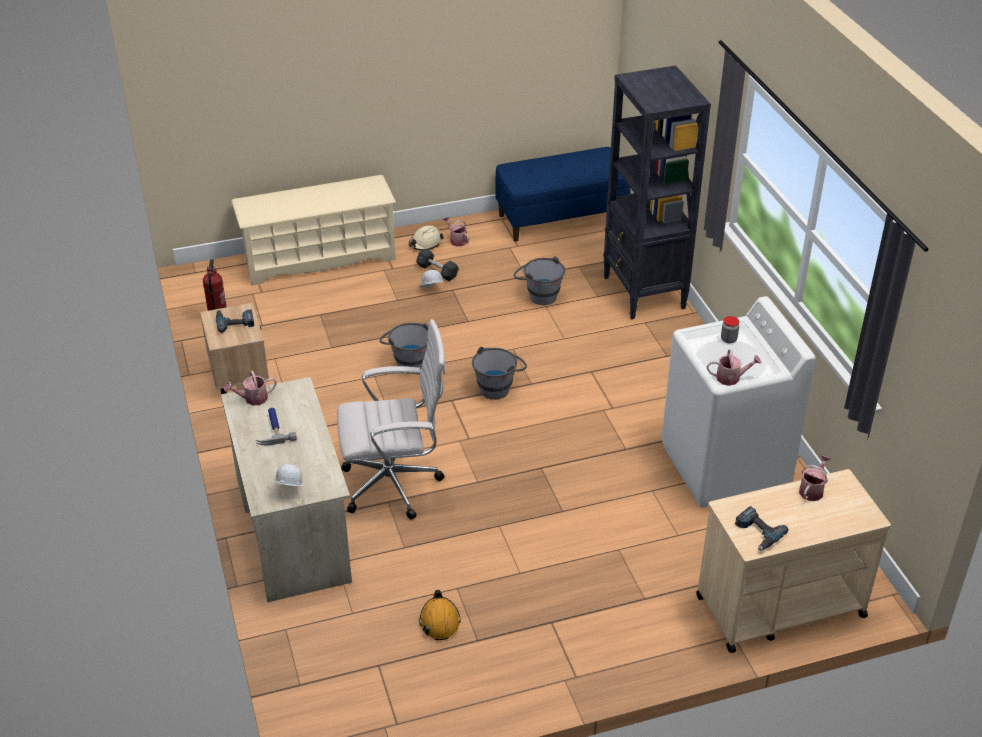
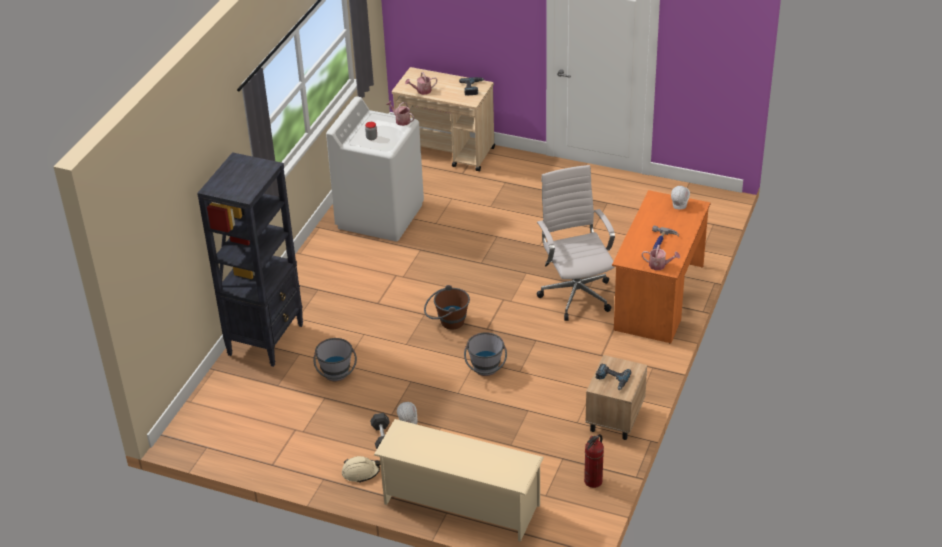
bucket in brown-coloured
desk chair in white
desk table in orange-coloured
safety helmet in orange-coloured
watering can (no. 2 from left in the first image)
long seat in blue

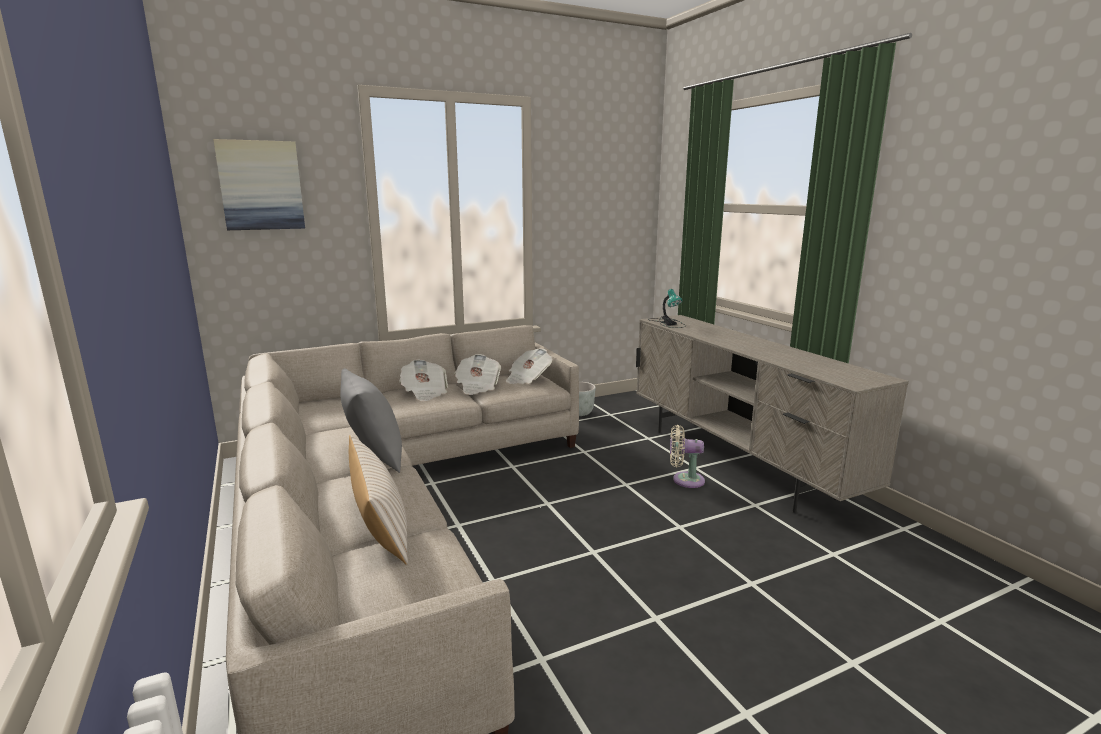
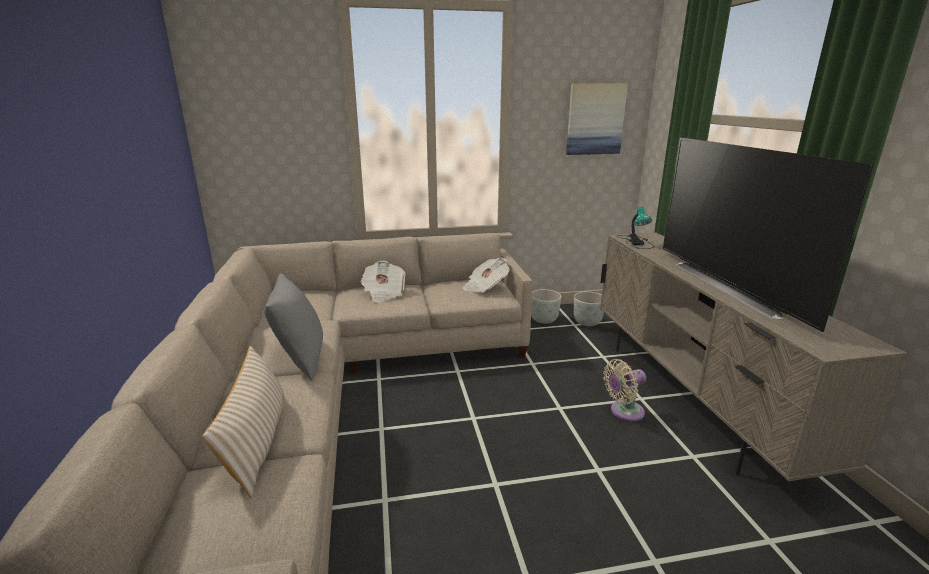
picture
planter in grey (no. 2 from left)
electric fan in sand-coloured
television
printed paper (no. 2 from left in the first image)

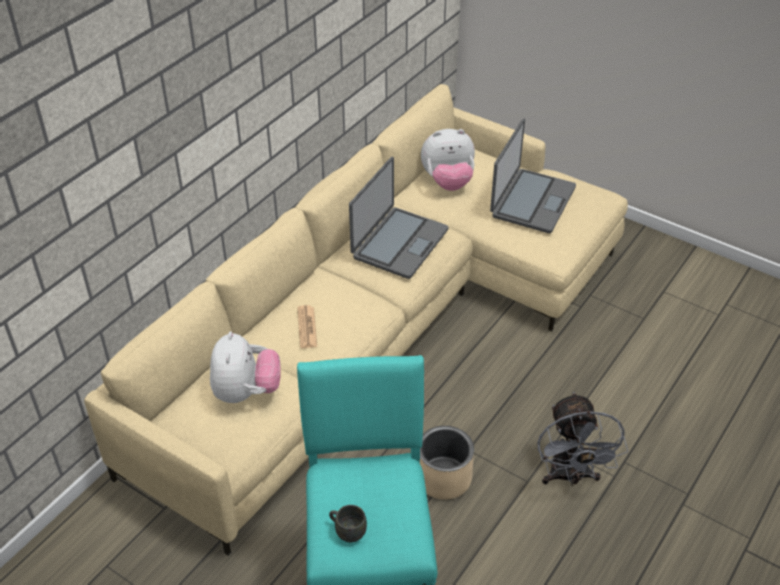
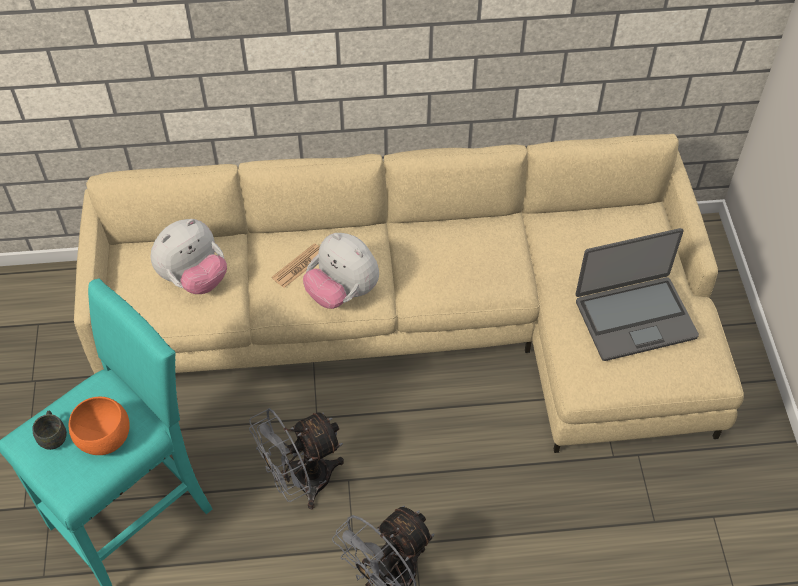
bowl in orange-coloured
electric fan in grey (no. 1 from left)
cuddly toy (no. 2 from left)
laptop (no. 1 from left in the first image)

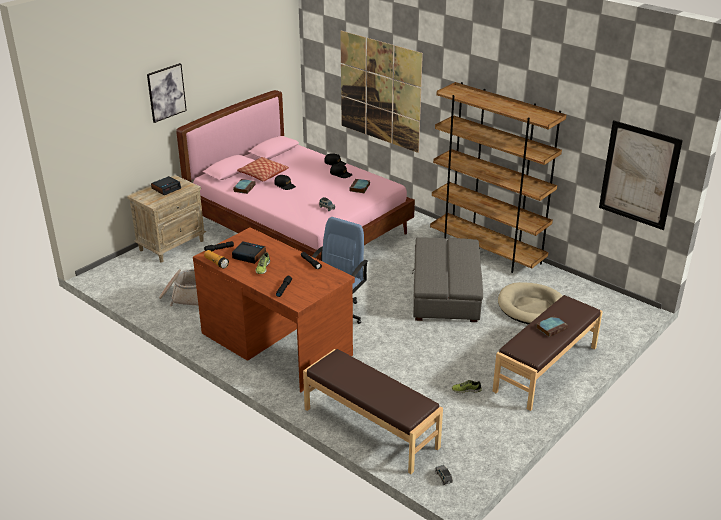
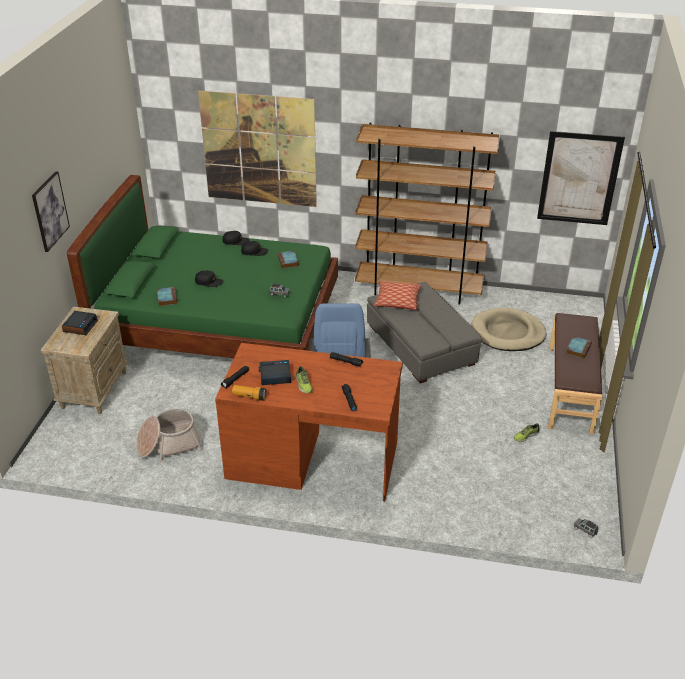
bedroom bed in green
pillow
long seat in brown-coloured (no. 1 from left in the first image)

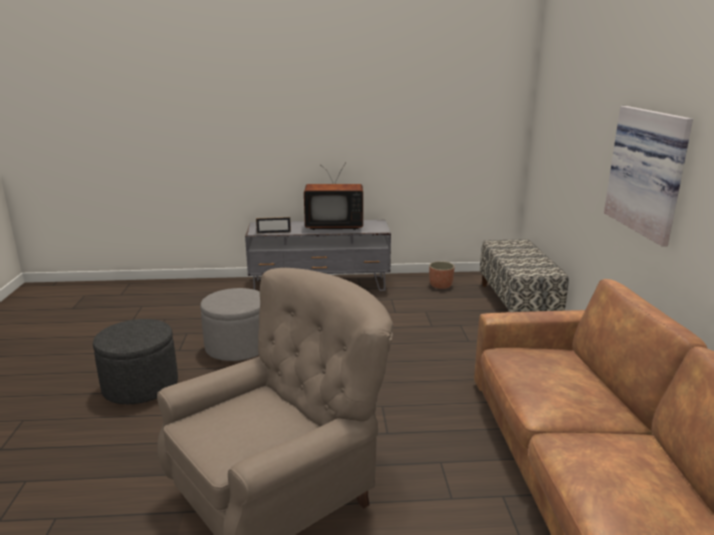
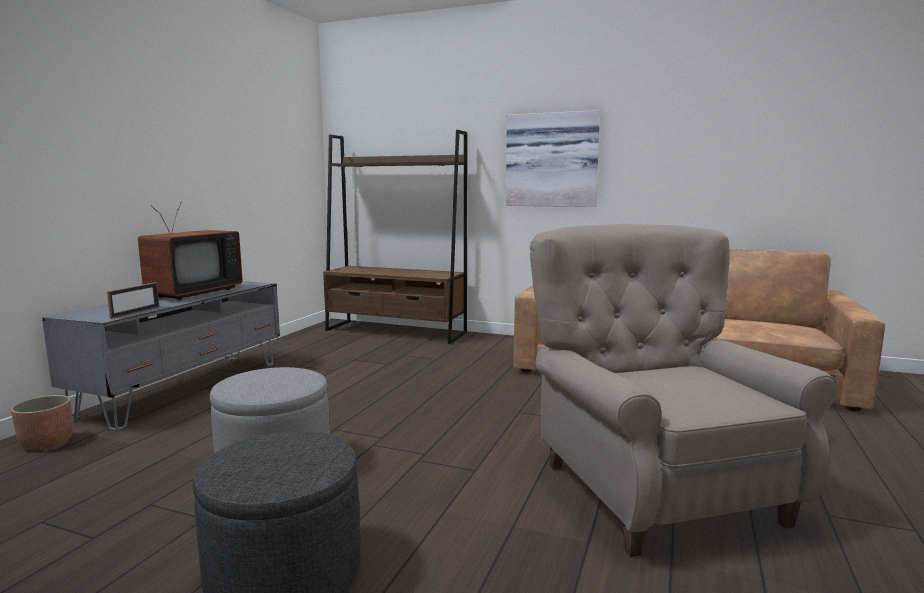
planter
bookcase in brown-coloured

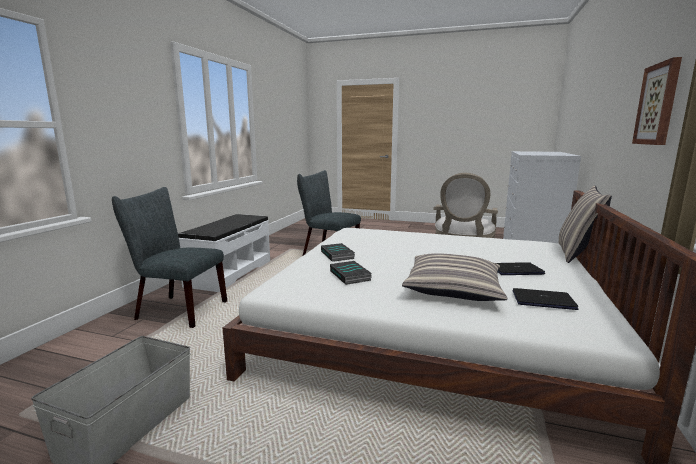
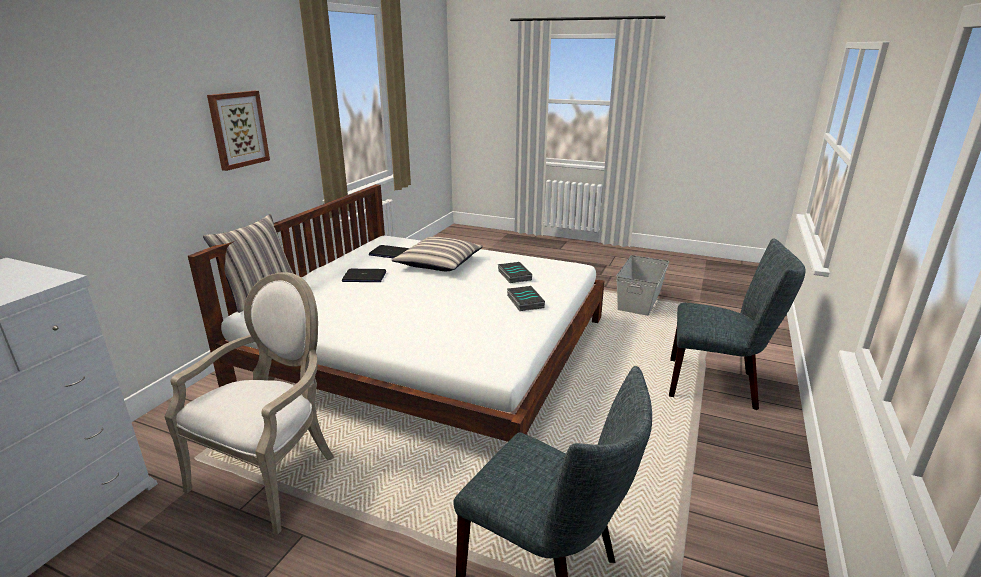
long seat in white

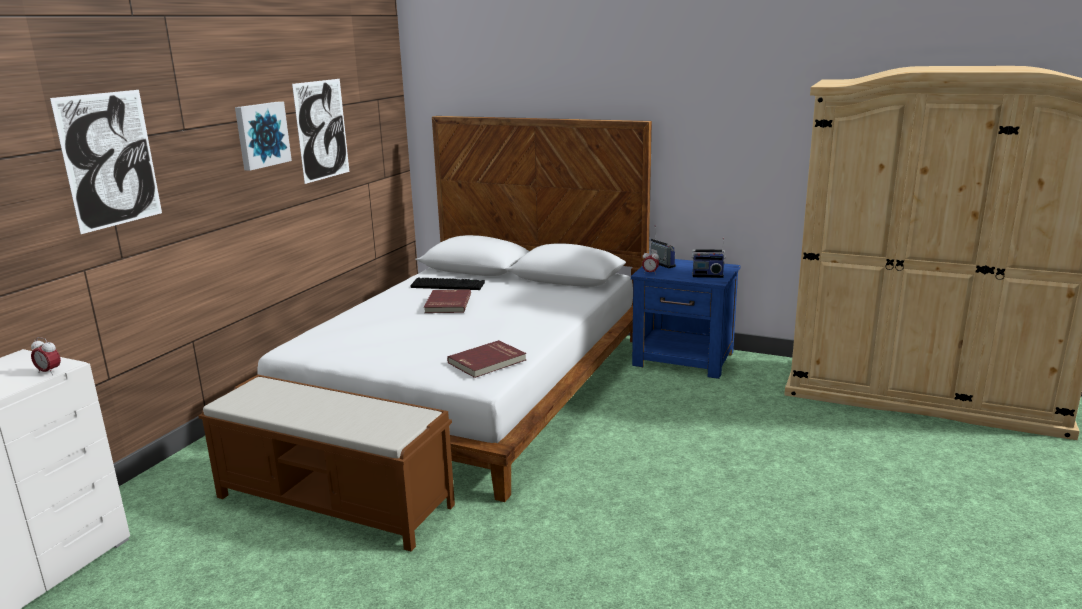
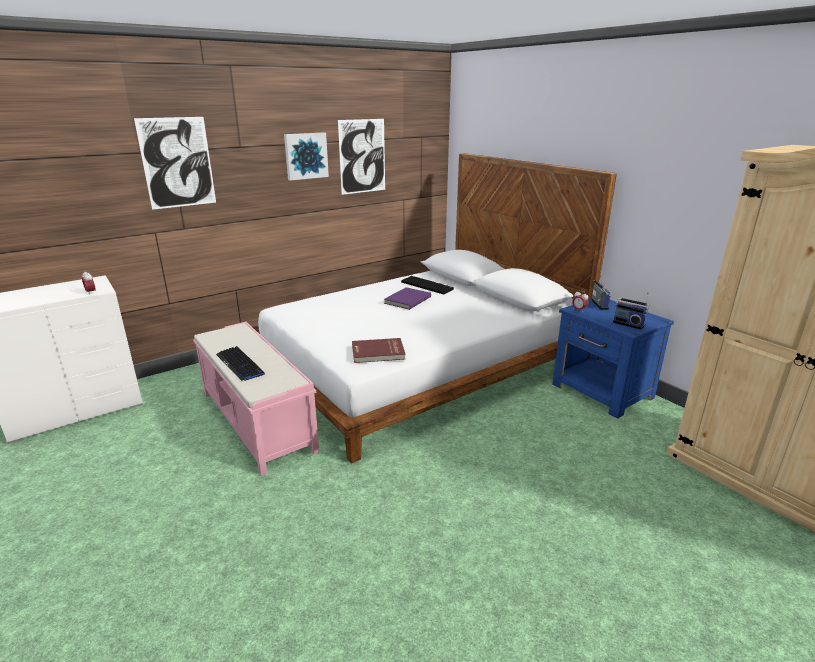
long seat in pink-coloured
PC keyboard (no. 1 from left)
bound book in purple-coloured

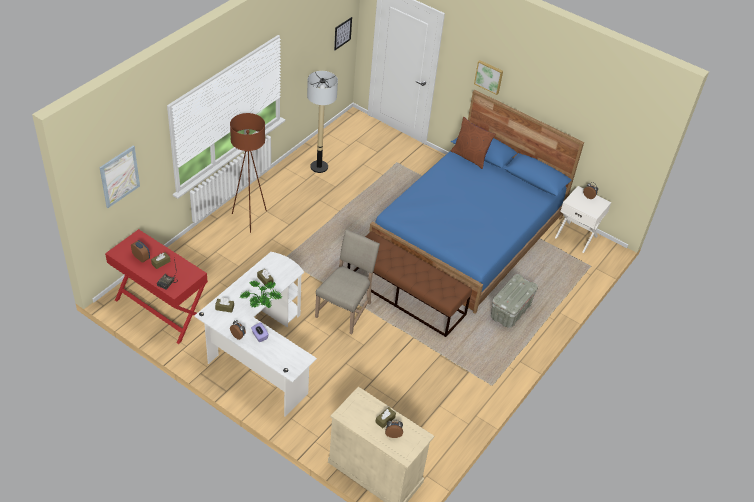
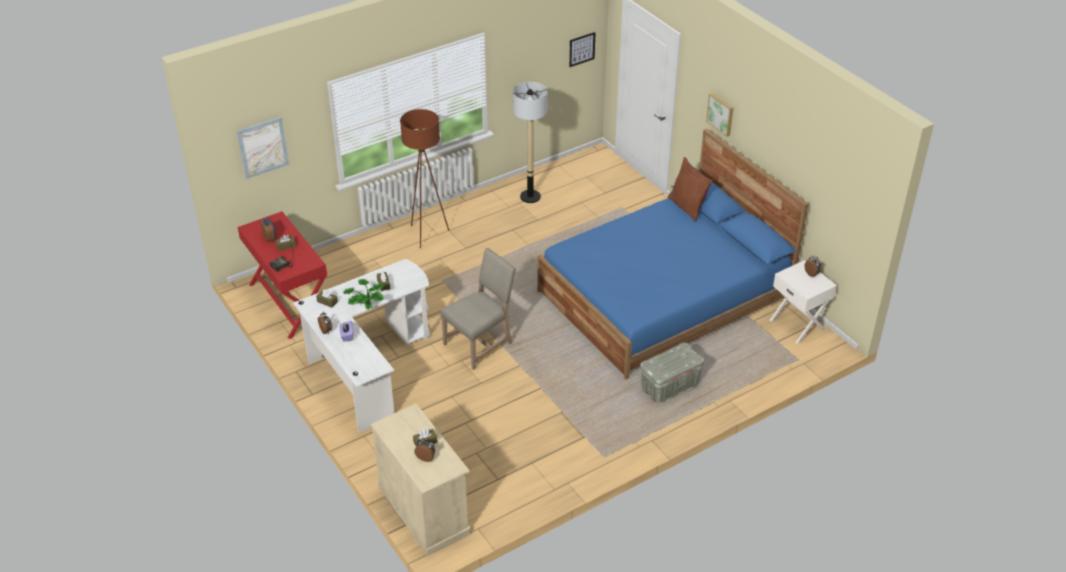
long seat in brown-coloured

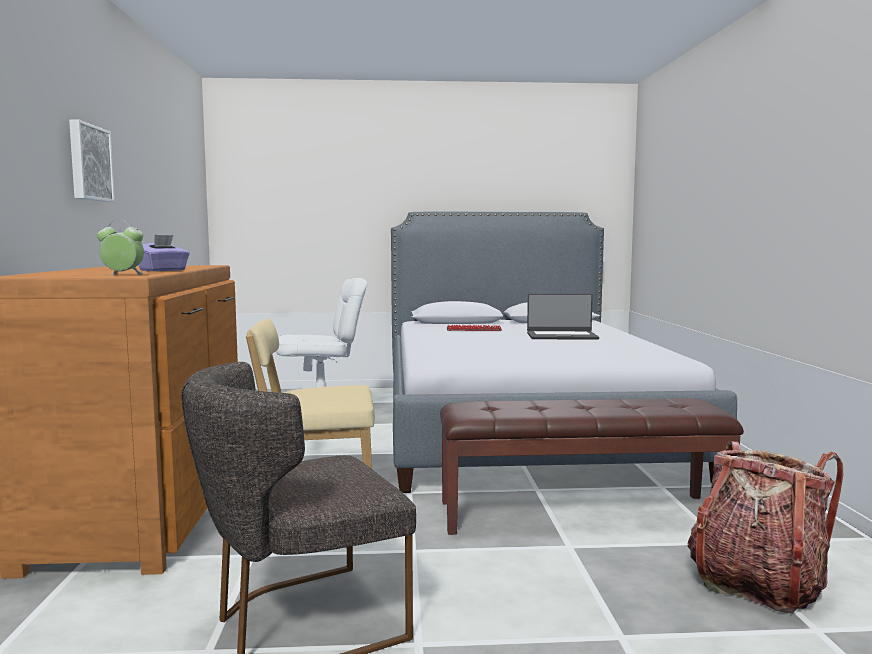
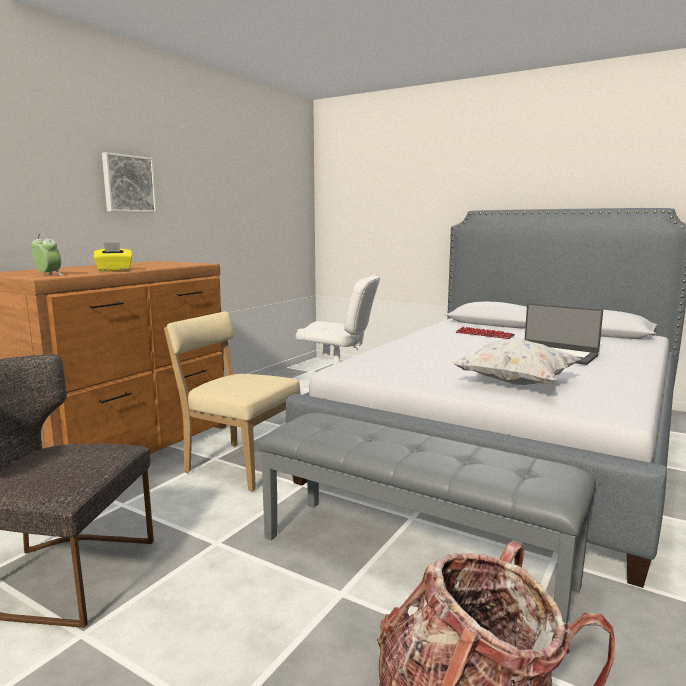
tissue holder in yellow-coloured
long seat in grey
pillow in white

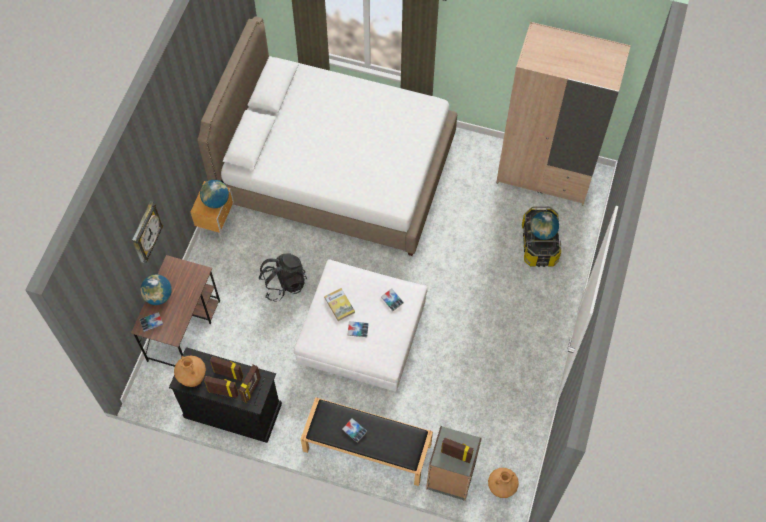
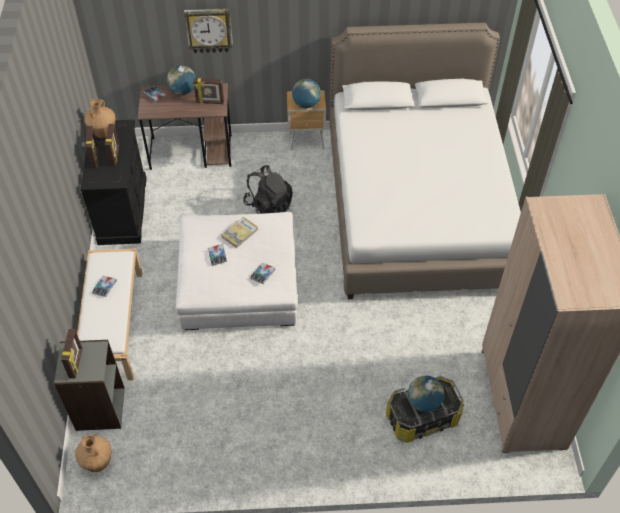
long seat in white
picture frame (no. 4 from left)

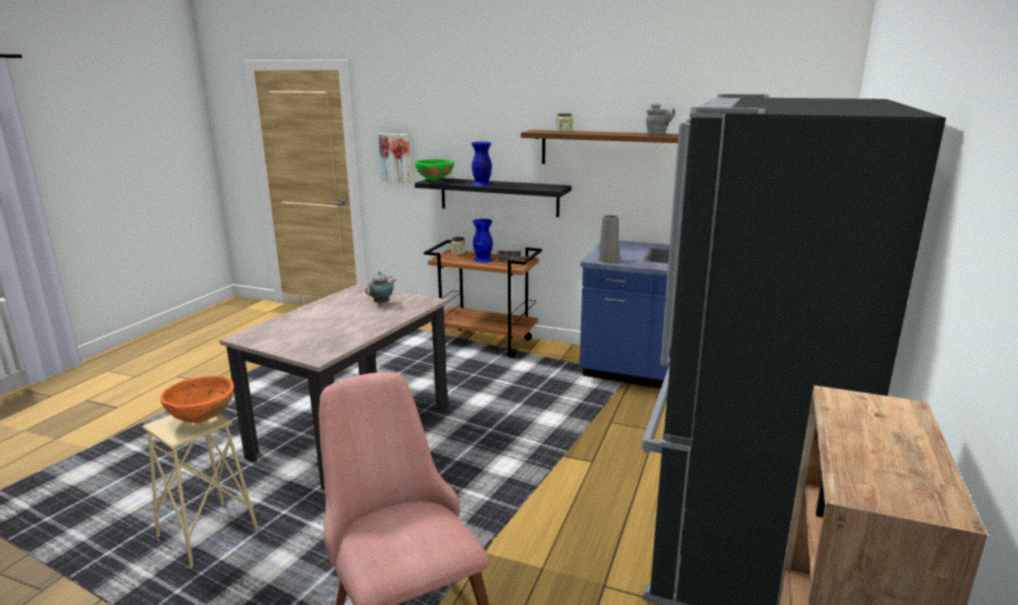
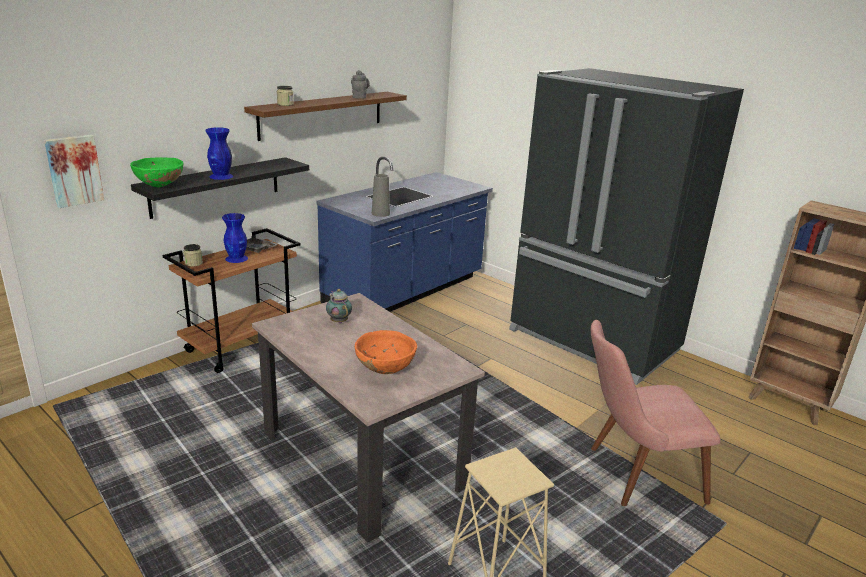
bowl in orange-coloured

